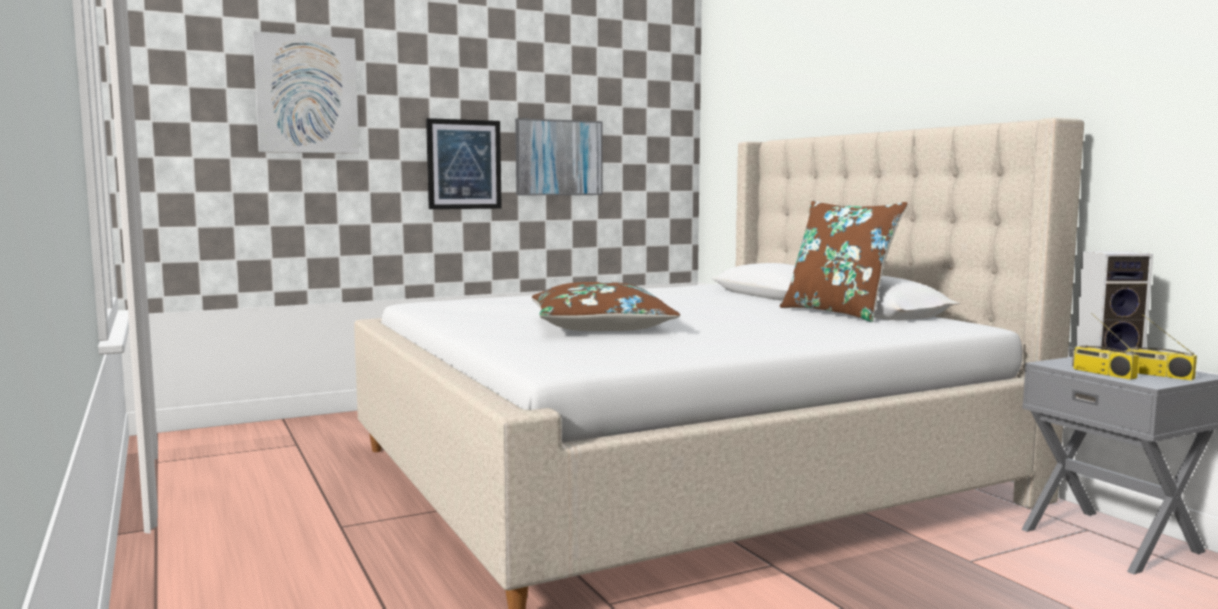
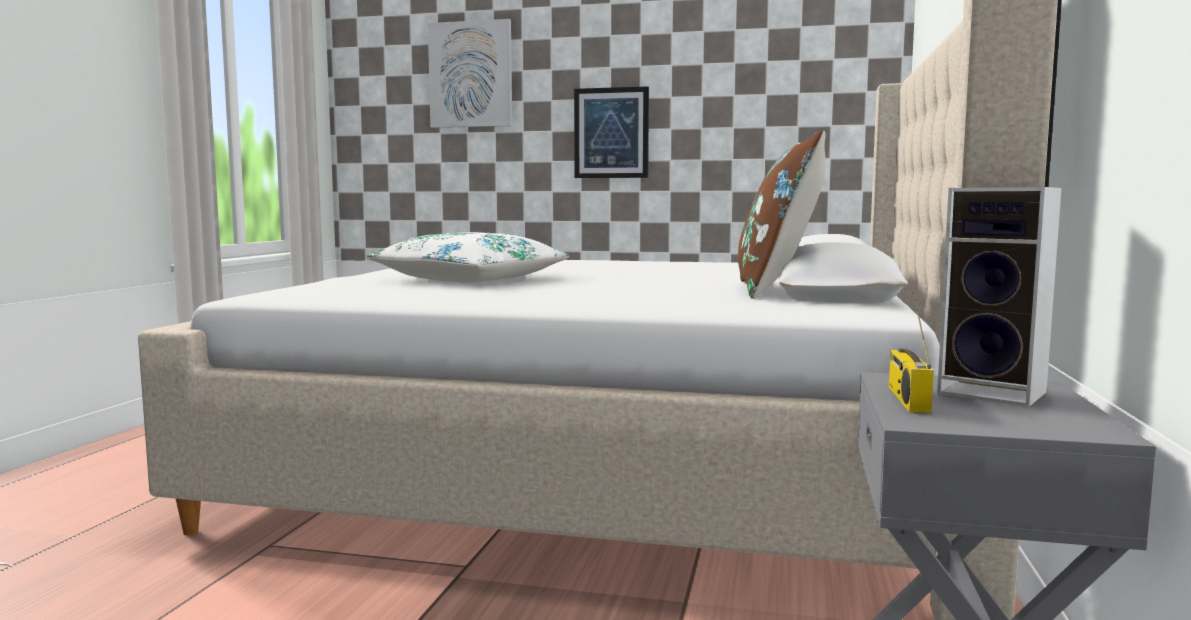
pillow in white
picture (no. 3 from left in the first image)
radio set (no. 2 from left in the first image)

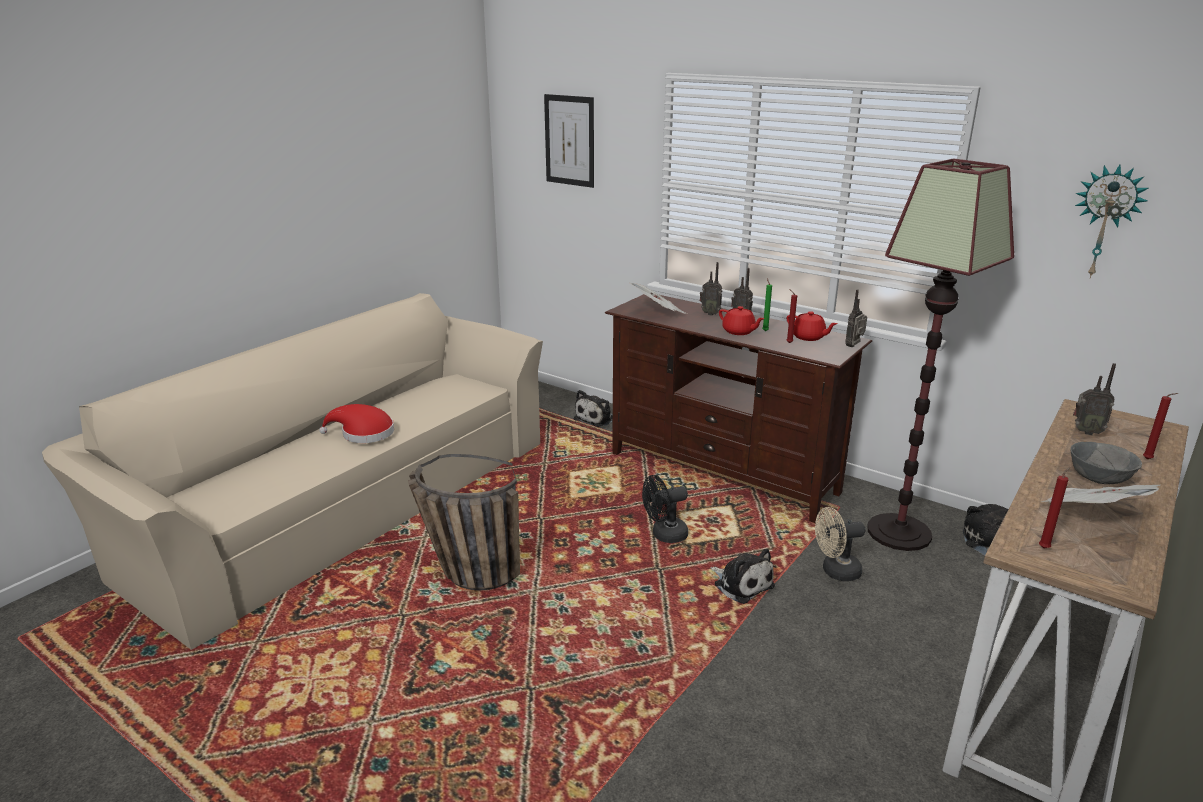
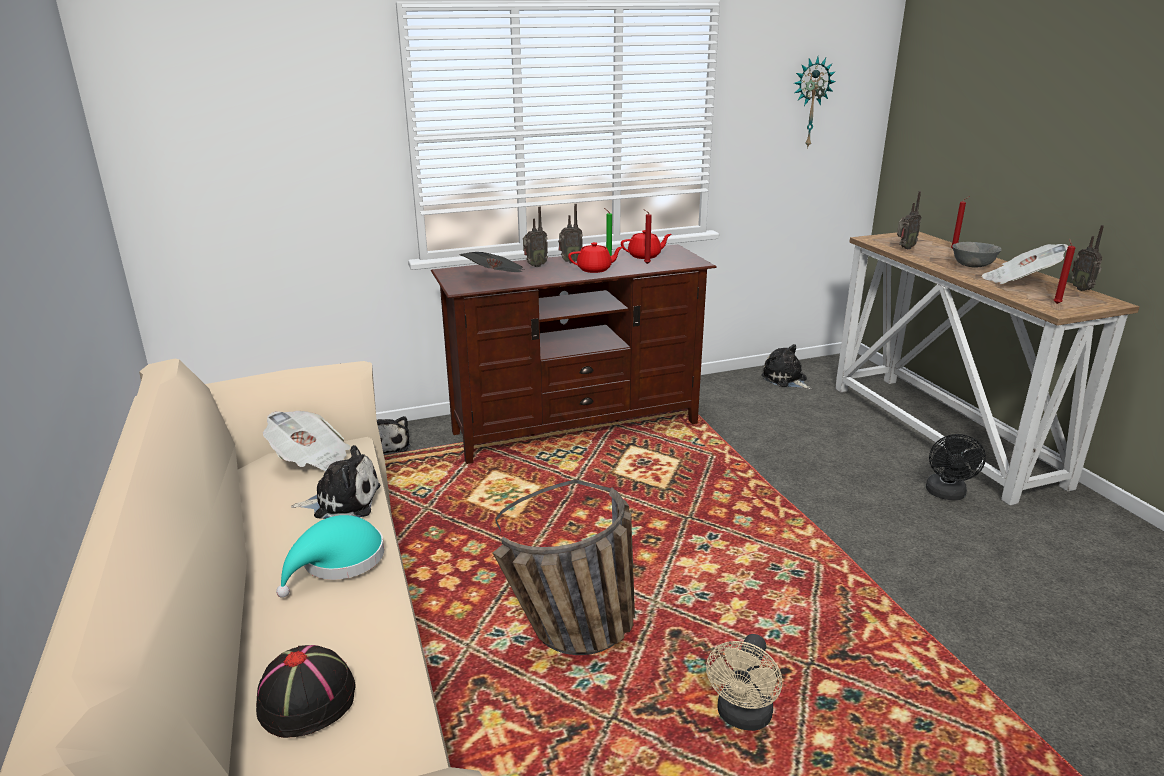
wearable hat in black
printed paper (no. 1 from left)
wearable hat in turquoise-coloured
cuddly toy (no. 1 from left)
electric fan in sand-coloured
electric fan in black
radio set (no. 4 from left)
picture
standard lamp

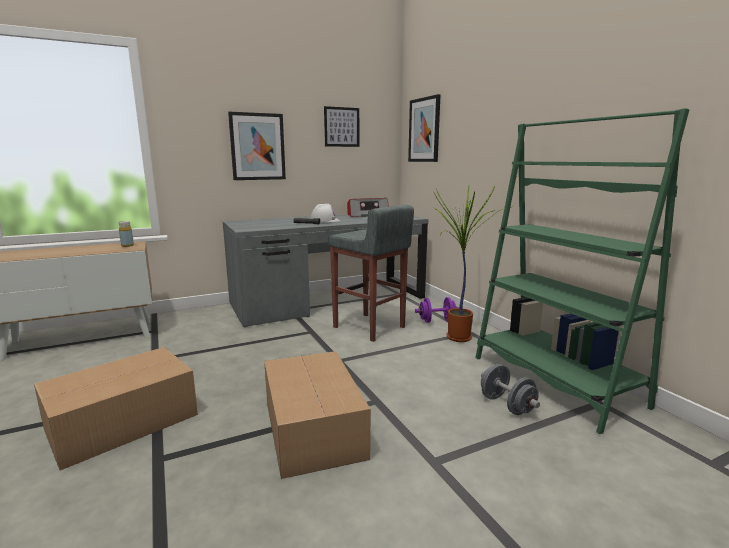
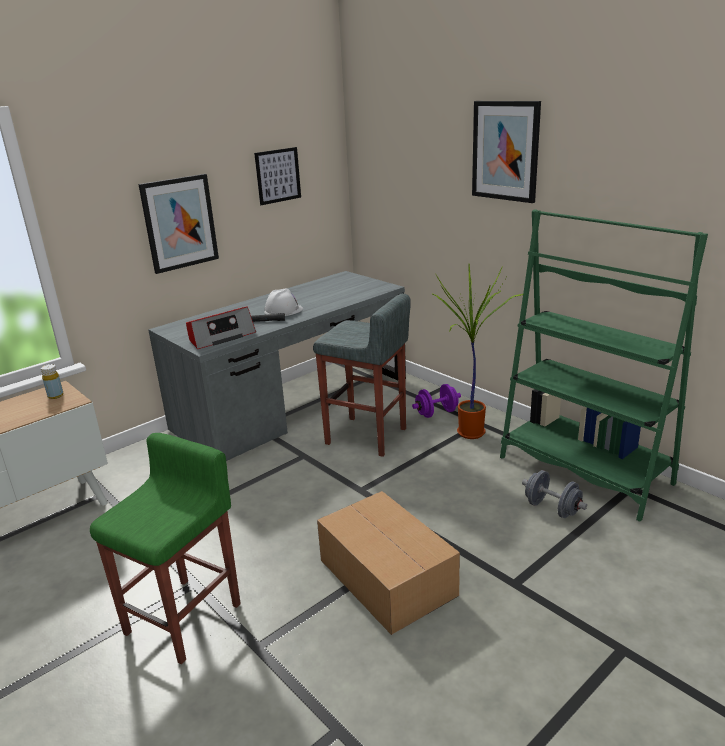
stool in green
radio set
picture (no. 3 from left)

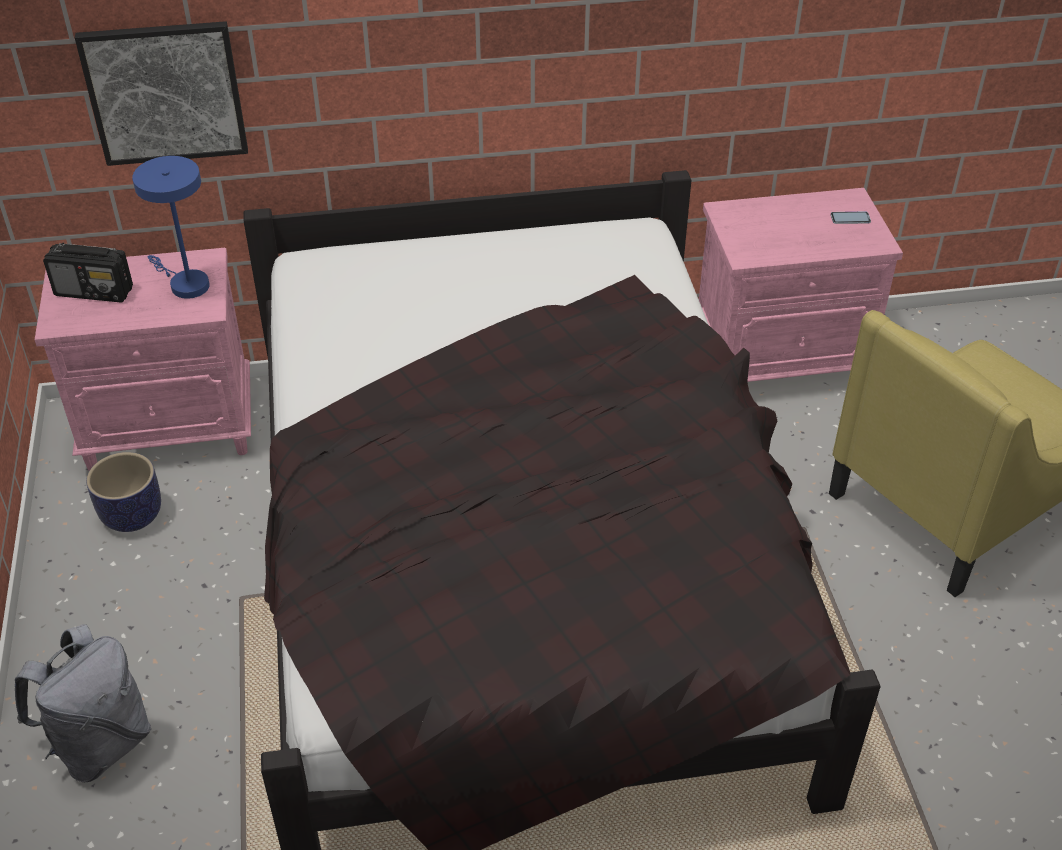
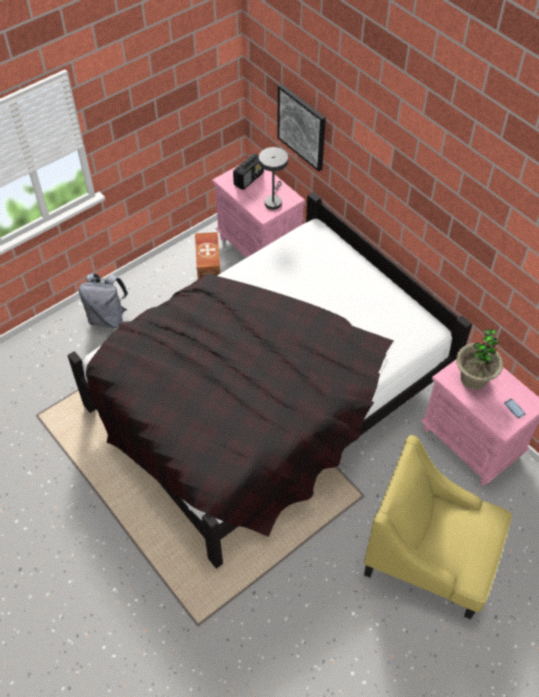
storage bin in brown-coloured
radio set
lamp for a table in grey
houseplant

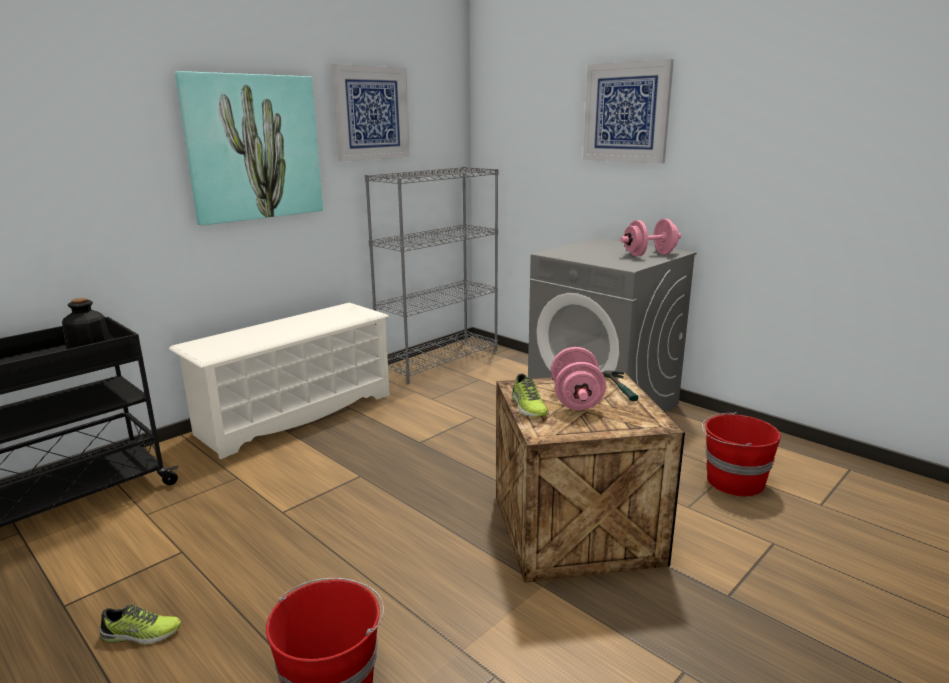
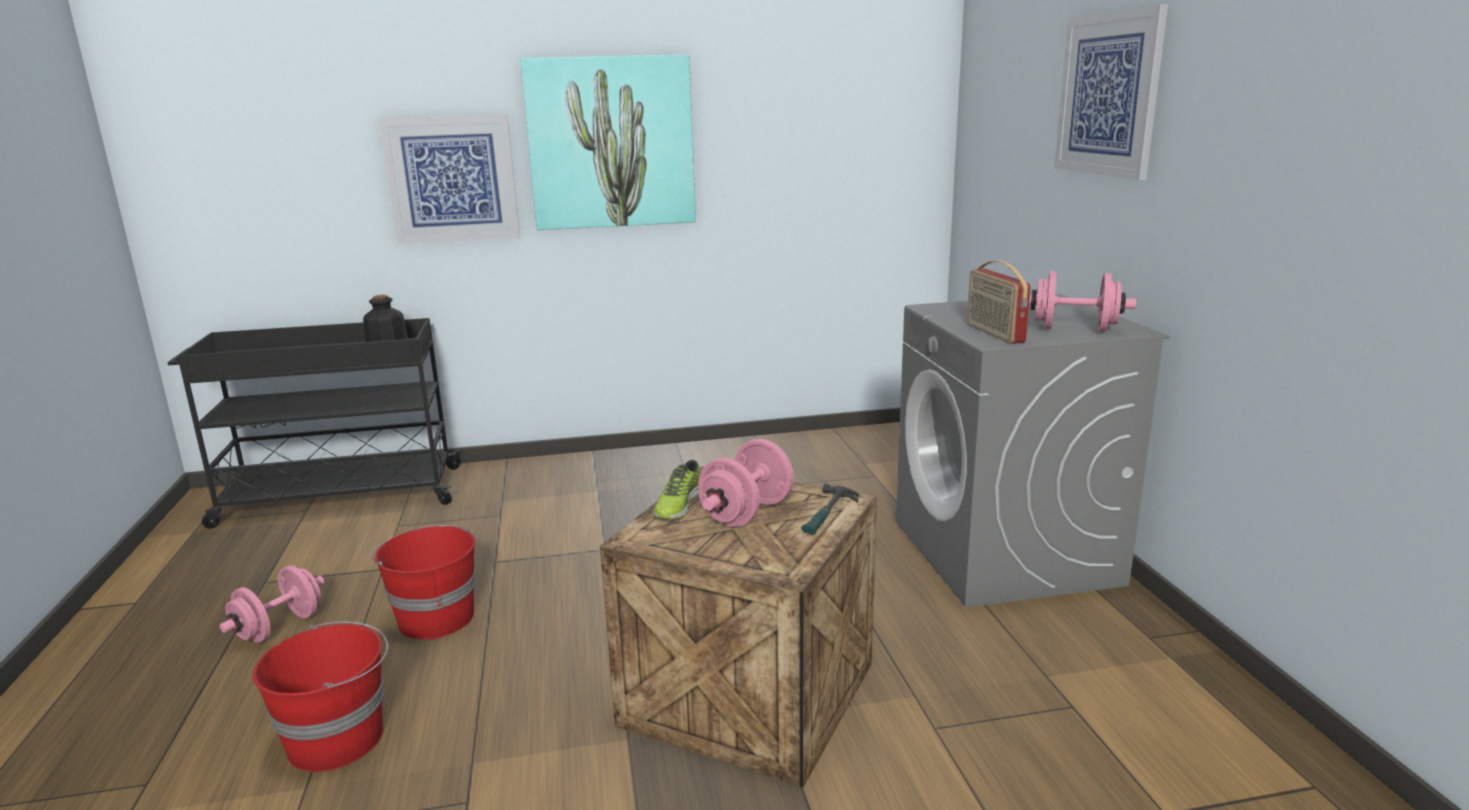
hand weight in pink-coloured (no. 1 from left)
bucket in reddish (no. 2 from left)
picture (no. 1 from left)
radio set
shoe stand in white
bookcase in grey

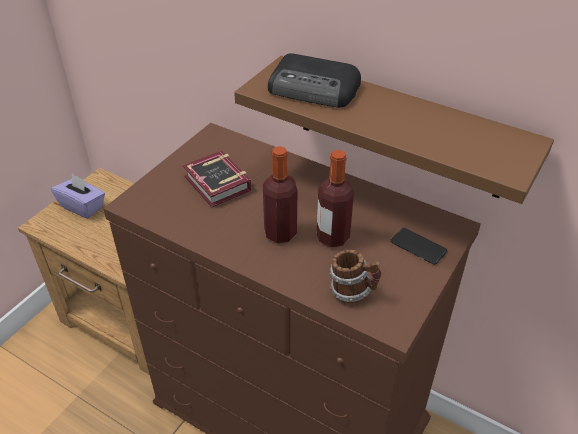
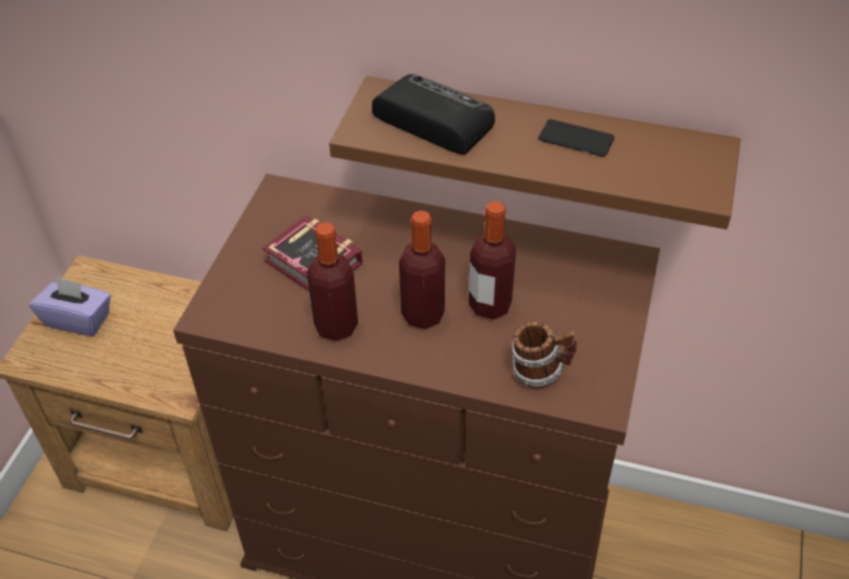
beverage bottle (no. 1 from left)
radio set
handset

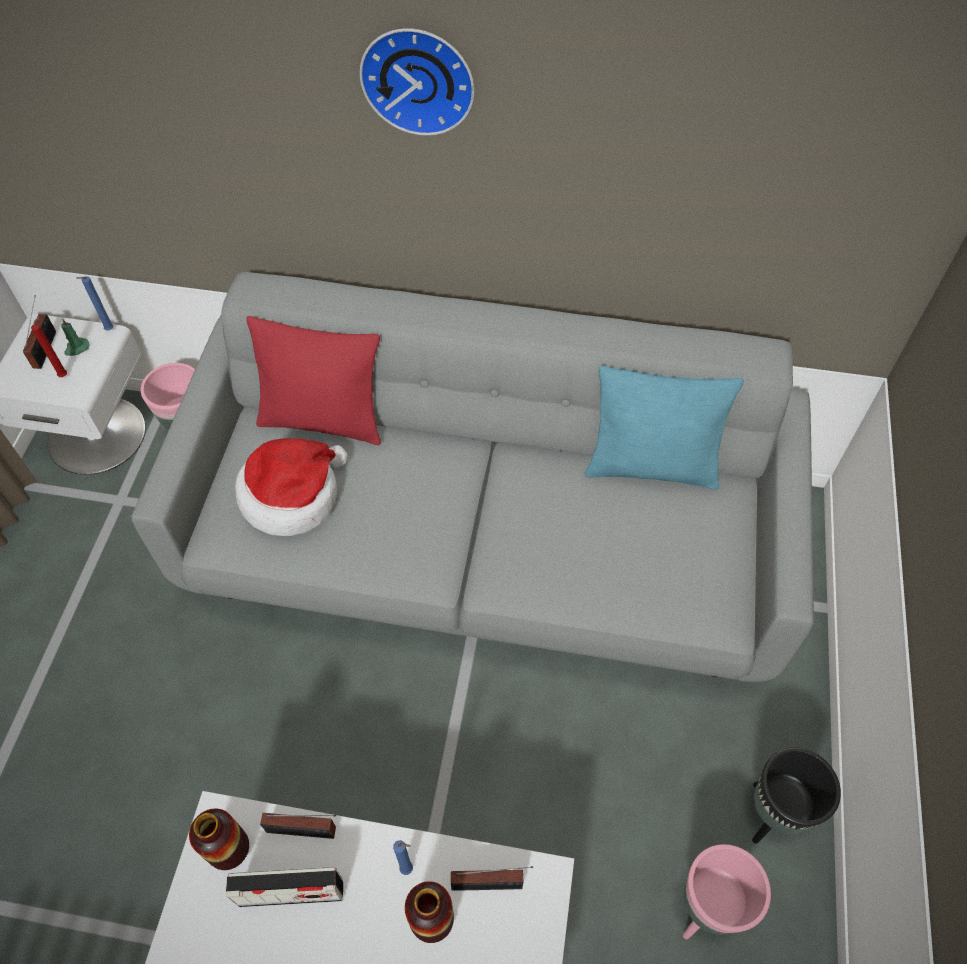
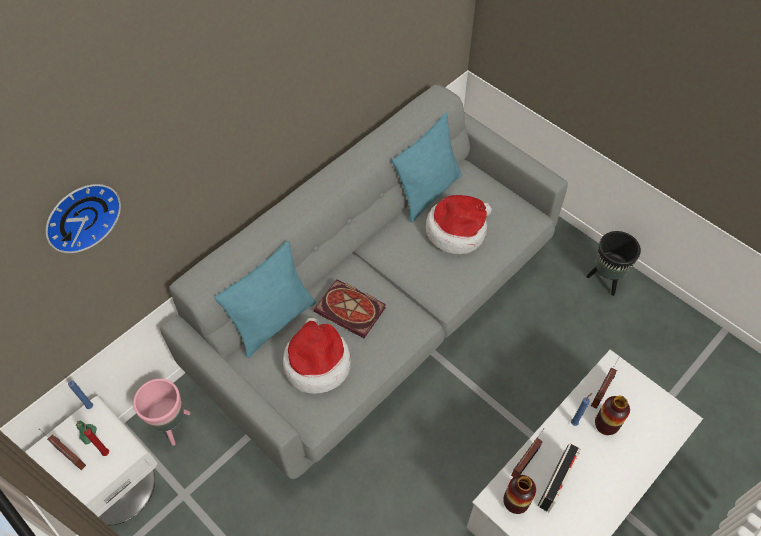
clock on the wall
pillow in turquoise-coloured (no. 1 from left)
bound book
wearable hat (no. 2 from left)
planter in pink-coloured (no. 2 from left in the first image)

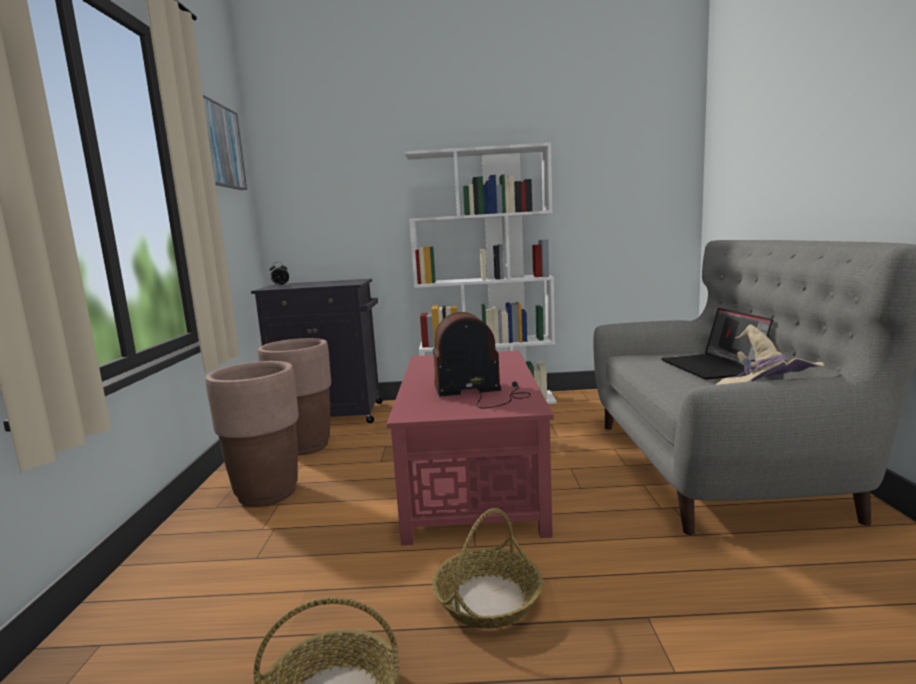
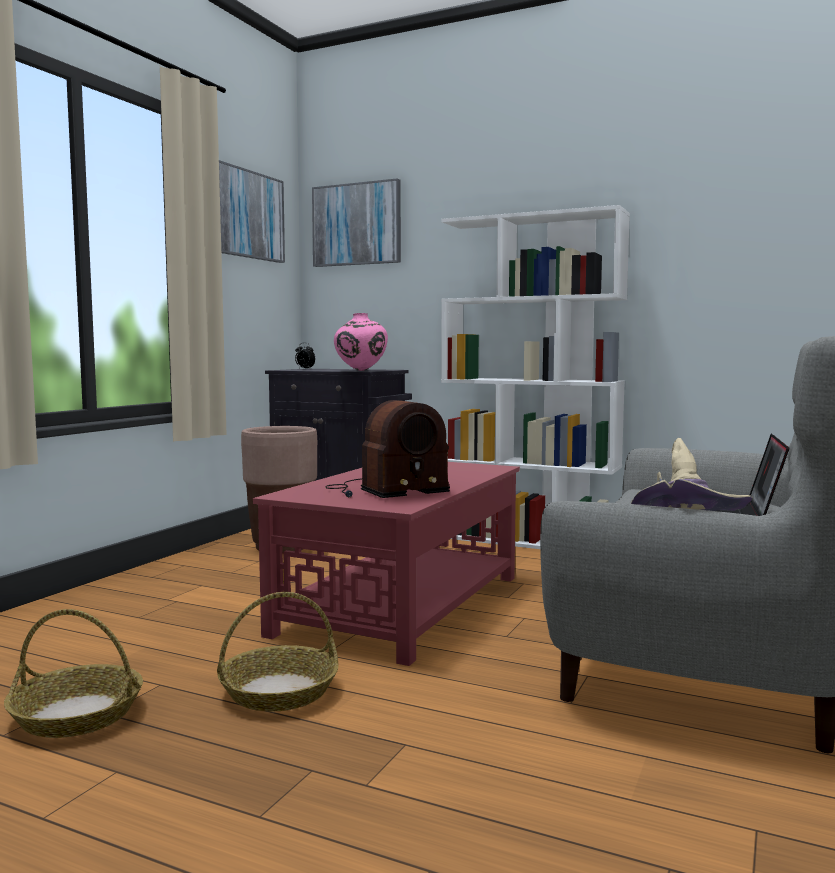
picture (no. 2 from left)
radio set
vase in pink-coloured
planter in brown-coloured (no. 1 from left in the first image)

